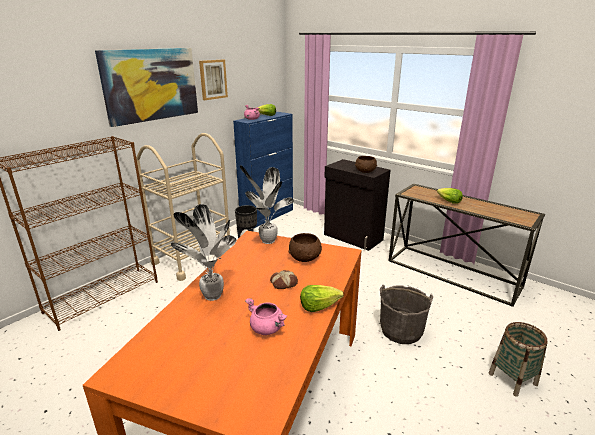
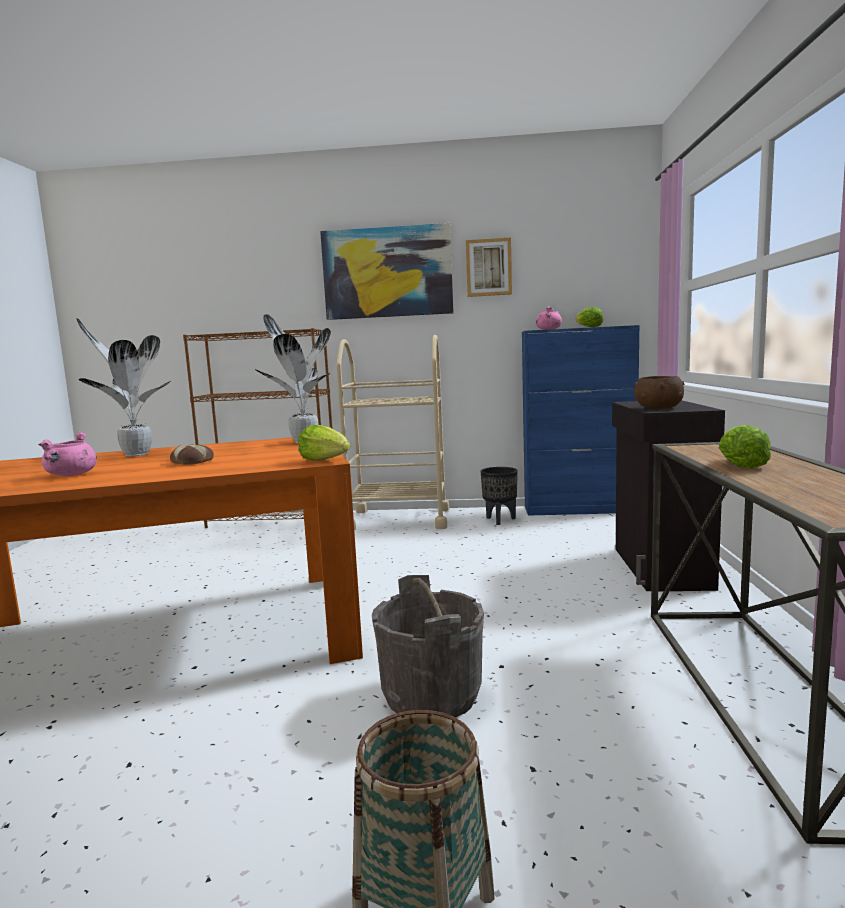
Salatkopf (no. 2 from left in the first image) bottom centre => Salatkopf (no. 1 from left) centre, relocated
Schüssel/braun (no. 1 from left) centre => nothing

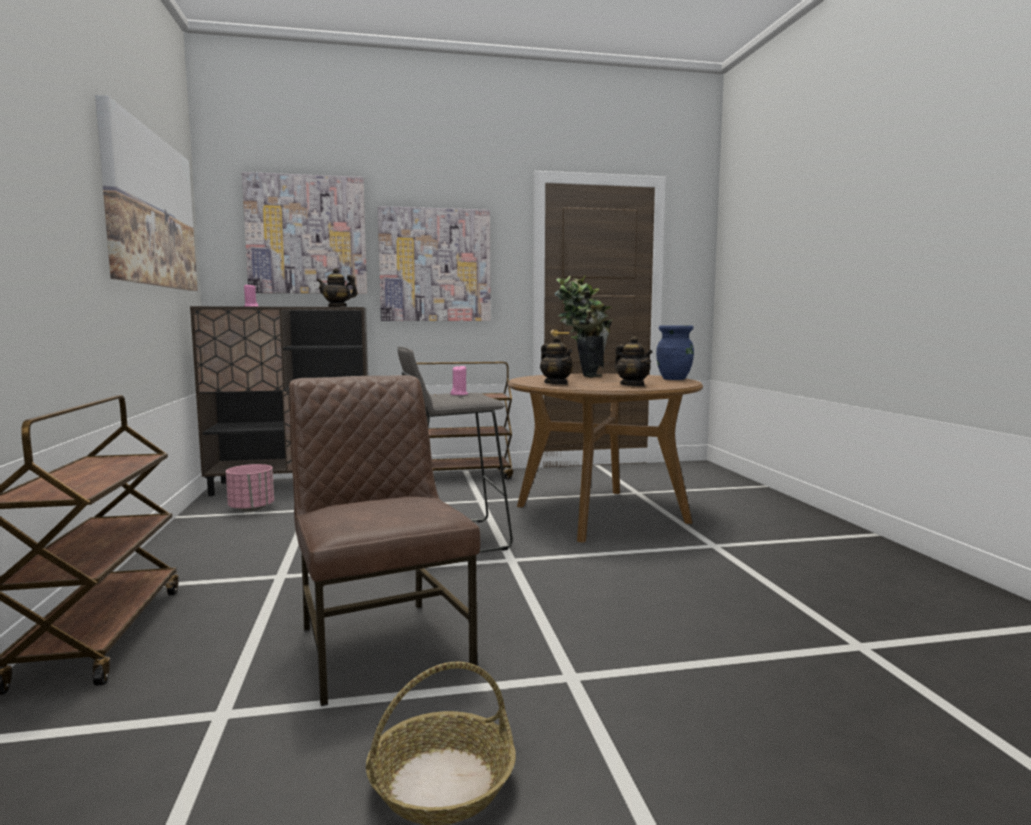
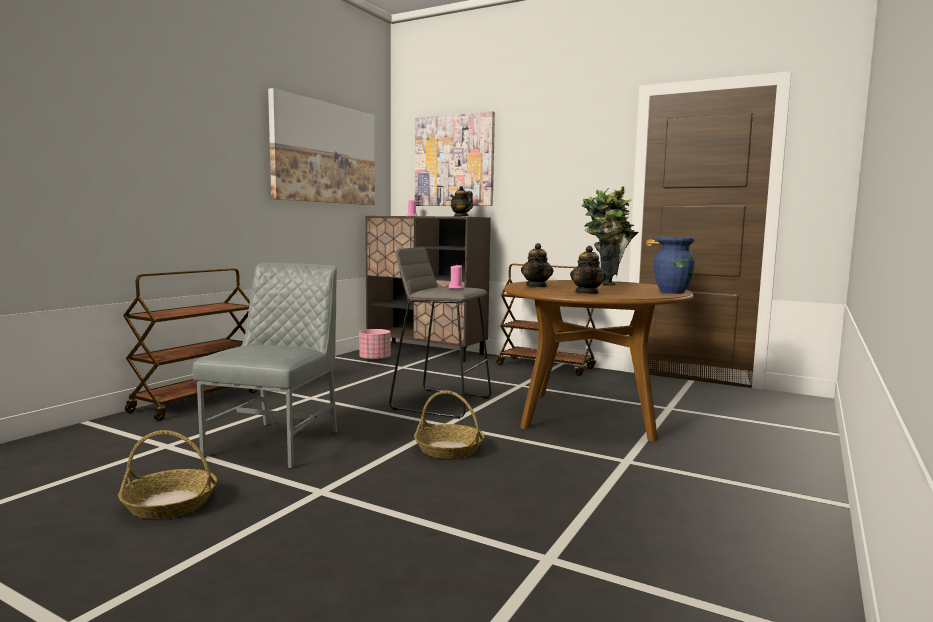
Stuhl/braun centre => Stuhl/grau middle left
nothing => Korb (no. 2 from left) bottom centre
Bild (no. 3 from left) top centre => nothing

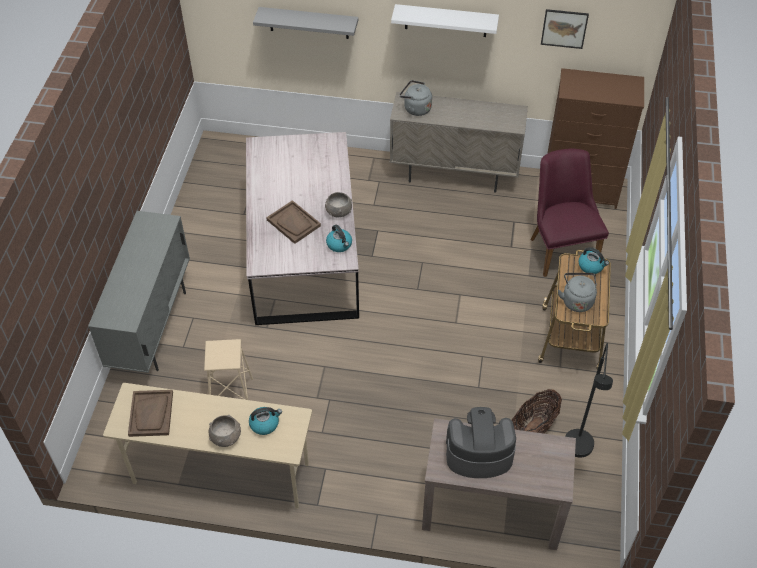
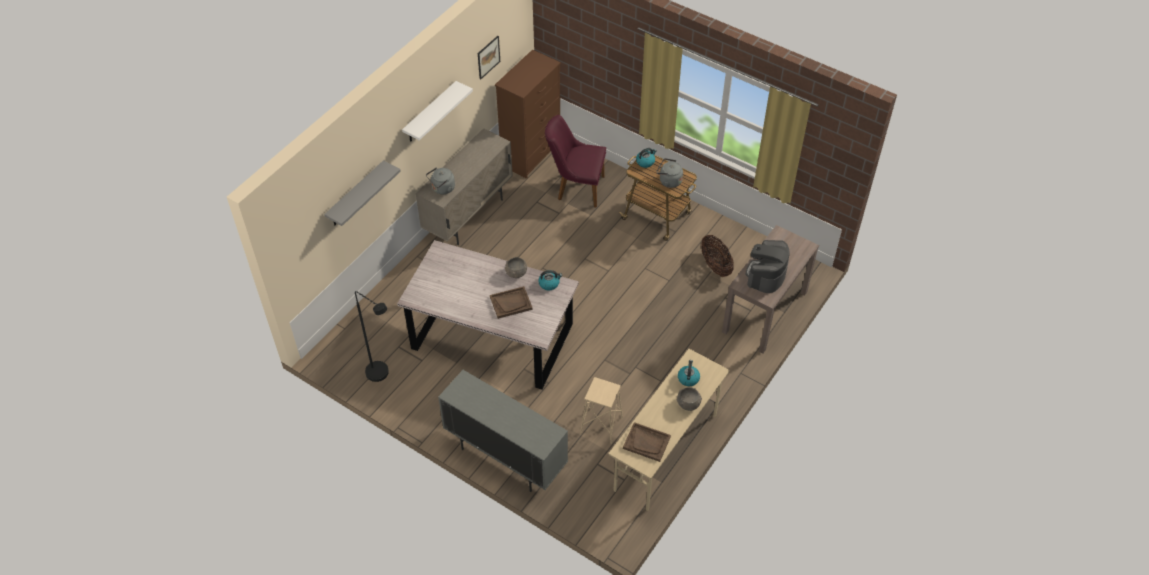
Stehlampe/schwarz bottom right => Stehlampe/schwarz middle left, relocated

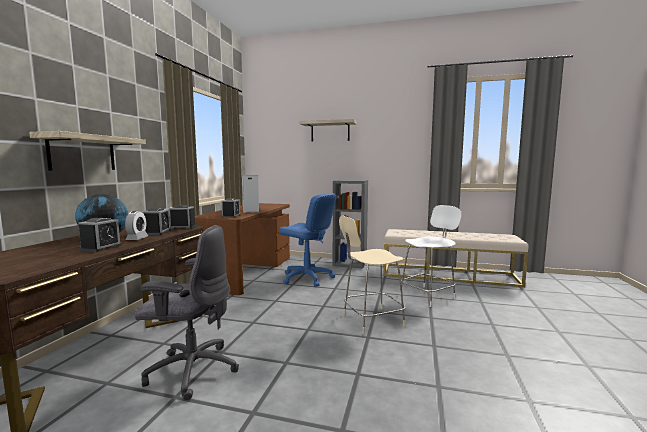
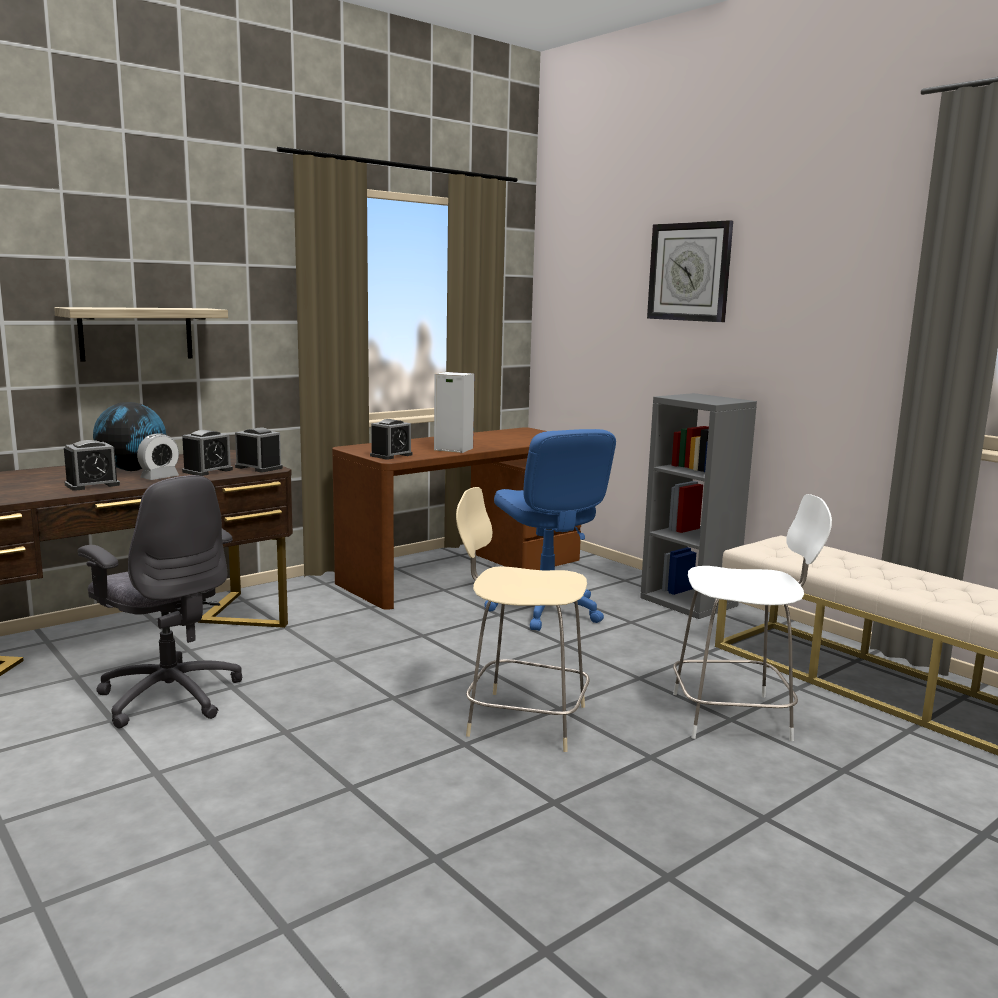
Wandregal (no. 2 from left) top centre => Wanduhr top right

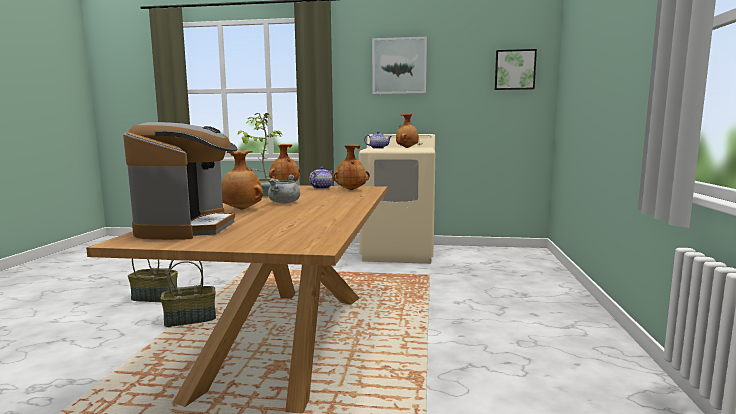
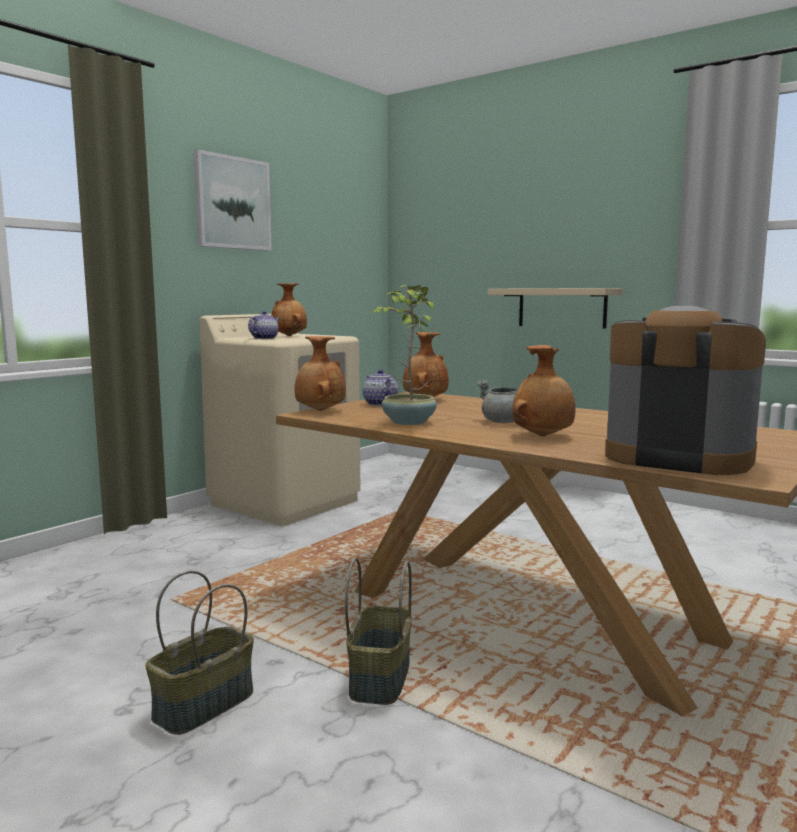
nothing => Wandregal/beige middle right
Bild (no. 2 from left) top right => nothing

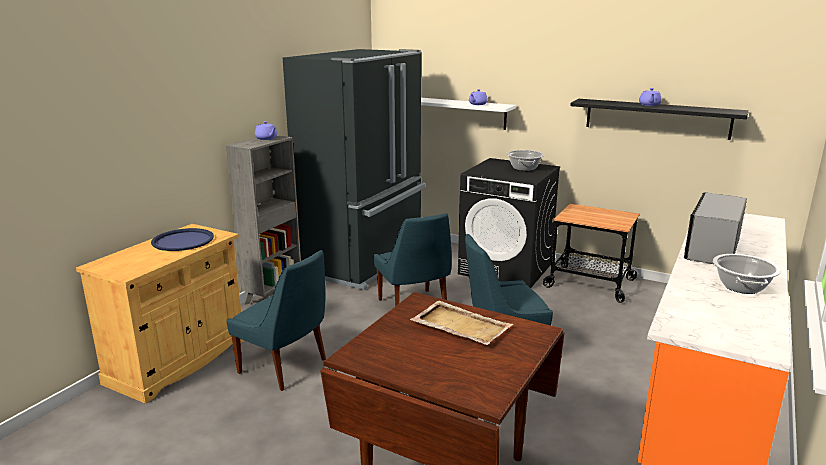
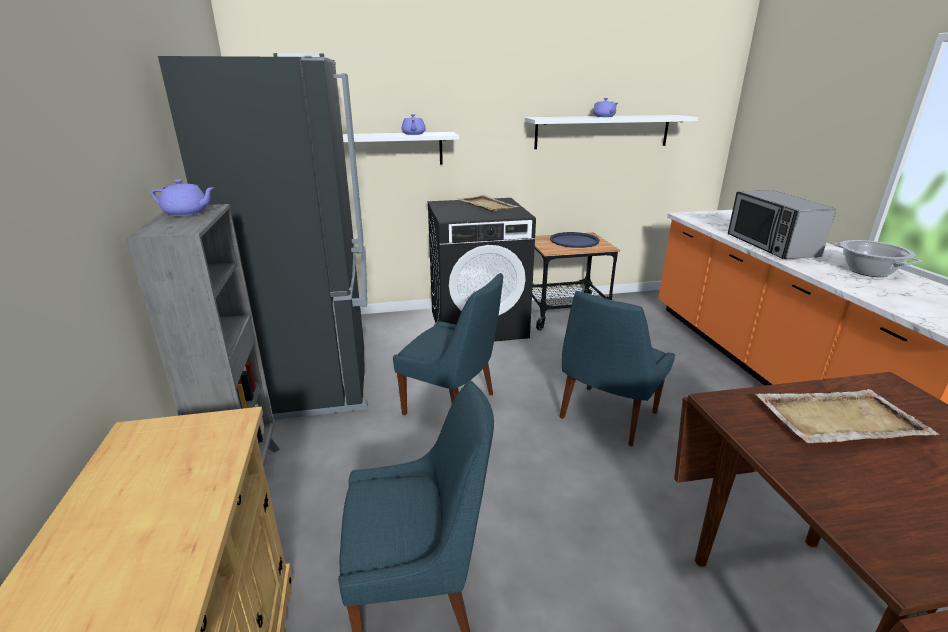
Kochtopf (no. 1 from left) centre => Tablett/beige (no. 1 from left) top centre
Wandregal/schwarz top right => Wandregal/weiß (no. 2 from left) top centre
Tablett/blau middle left => Tablett/blau centre, relocated

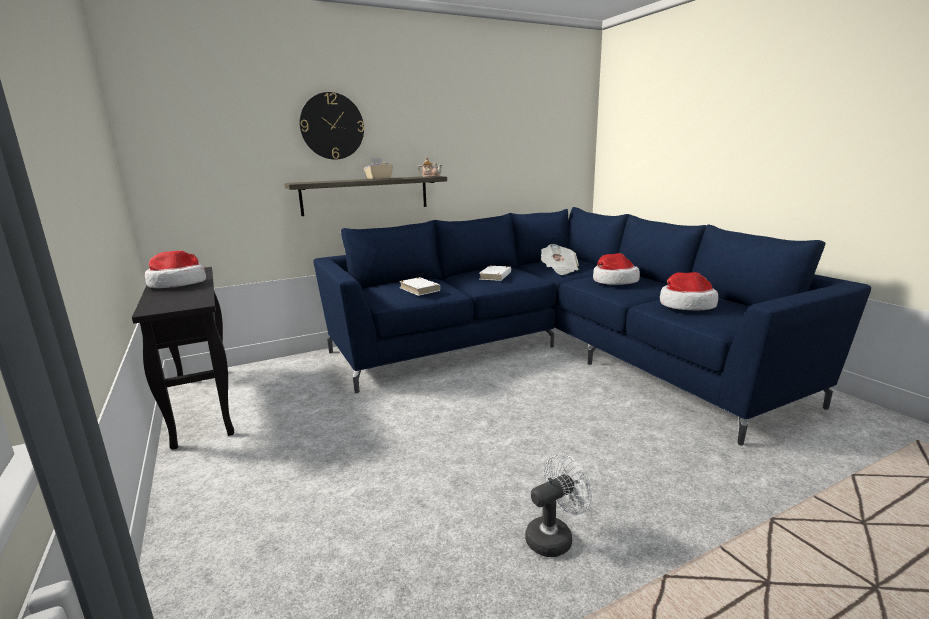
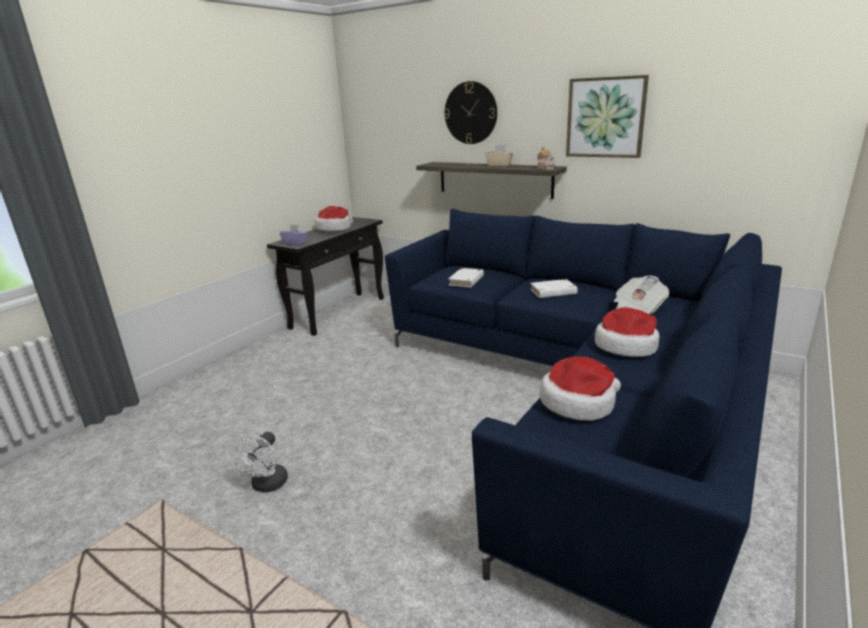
Ventilator/weiß bottom centre => Ventilator/weiß bottom left, 75 degrees clockwise
nothing => Taschentuchbox/lila centre
nothing => Bild top right

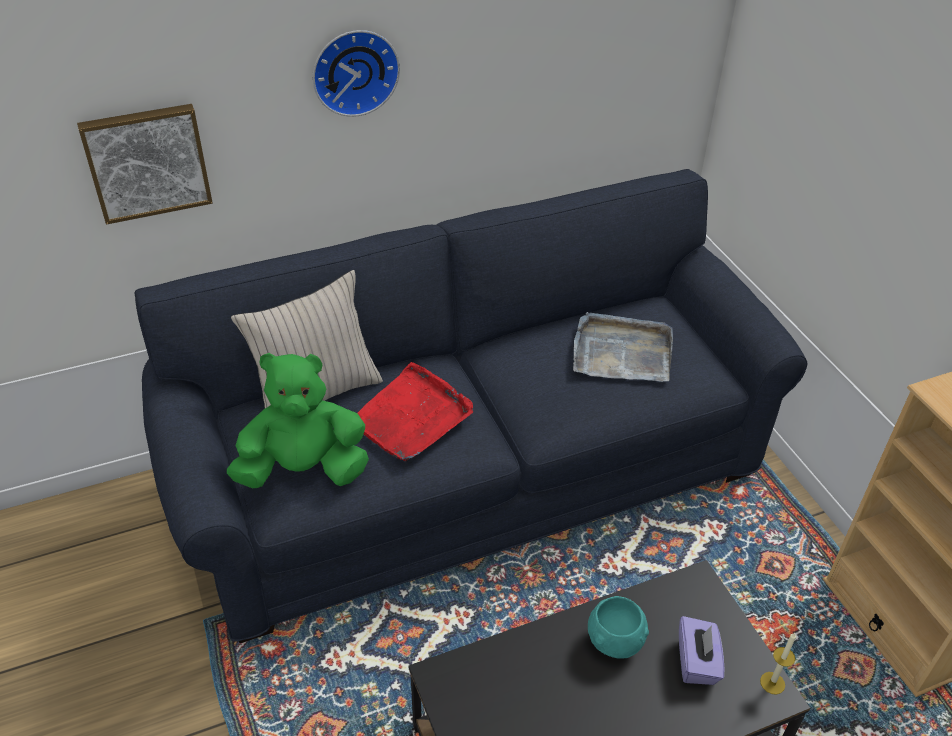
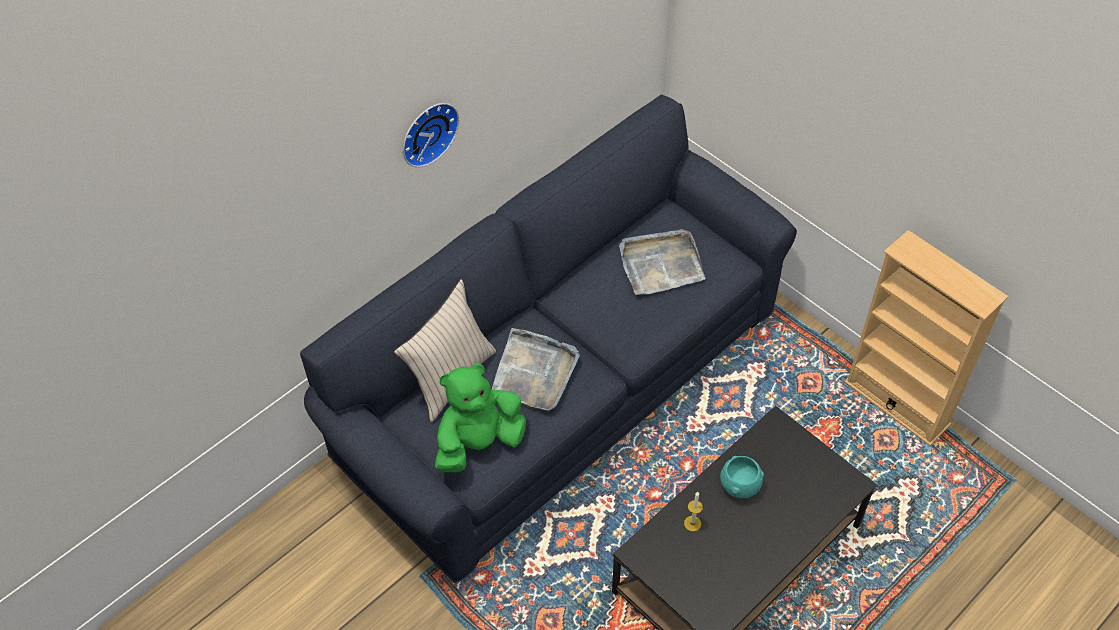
Tablett/rot centre => Tablett/grau (no. 1 from left) centre
Kerze bottom right => Kerze bottom centre, relocated
Bild top left => nothing
Taschentuchbox/lila bottom right => nothing

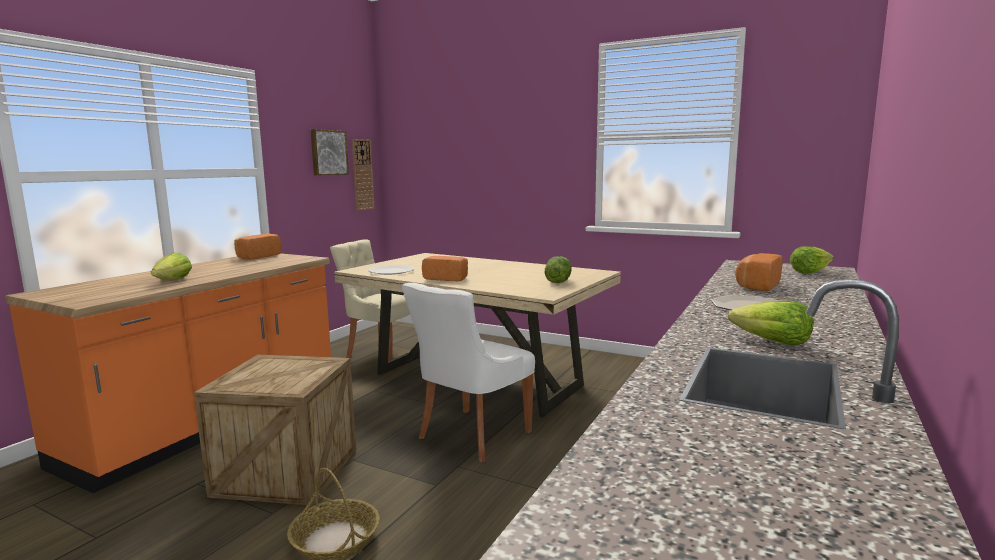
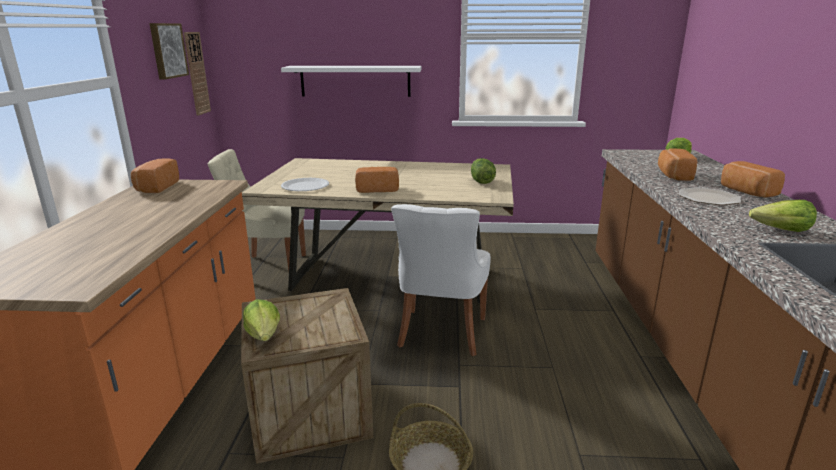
Salatkopf (no. 1 from left) middle left => Salatkopf (no. 1 from left) bottom left, relocated
nothing => Wandregal/weiß top centre
nothing => Brot (no. 4 from left) middle right

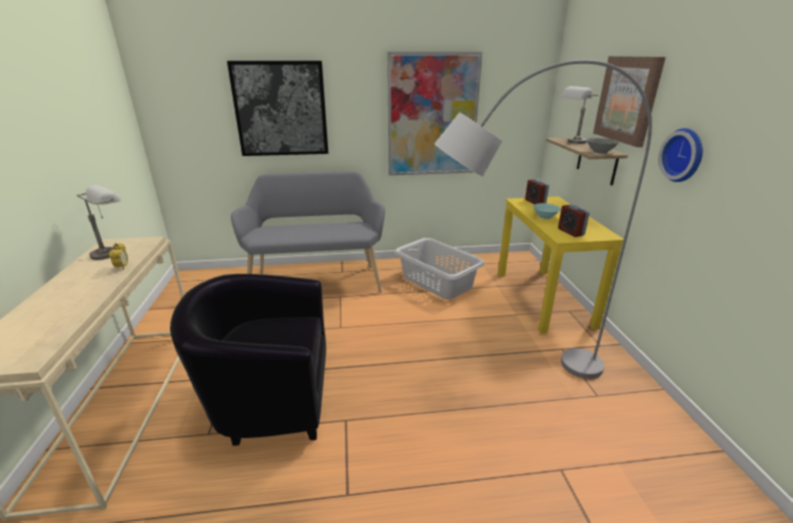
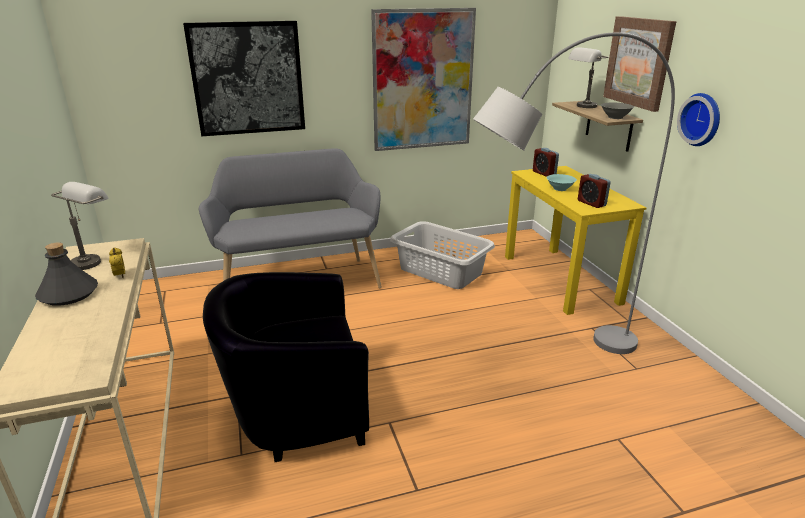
nothing => Flasche/grau middle left

